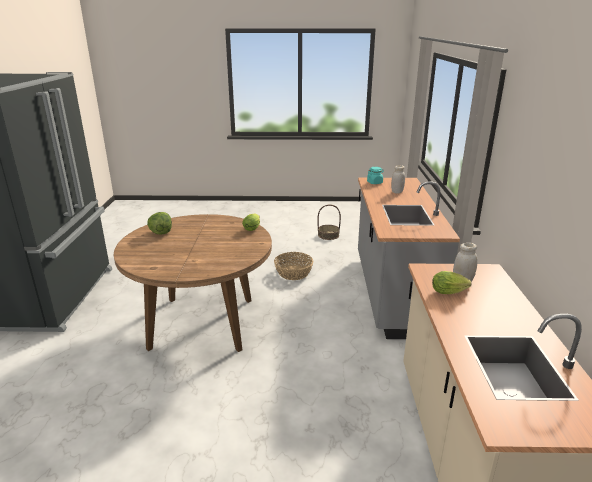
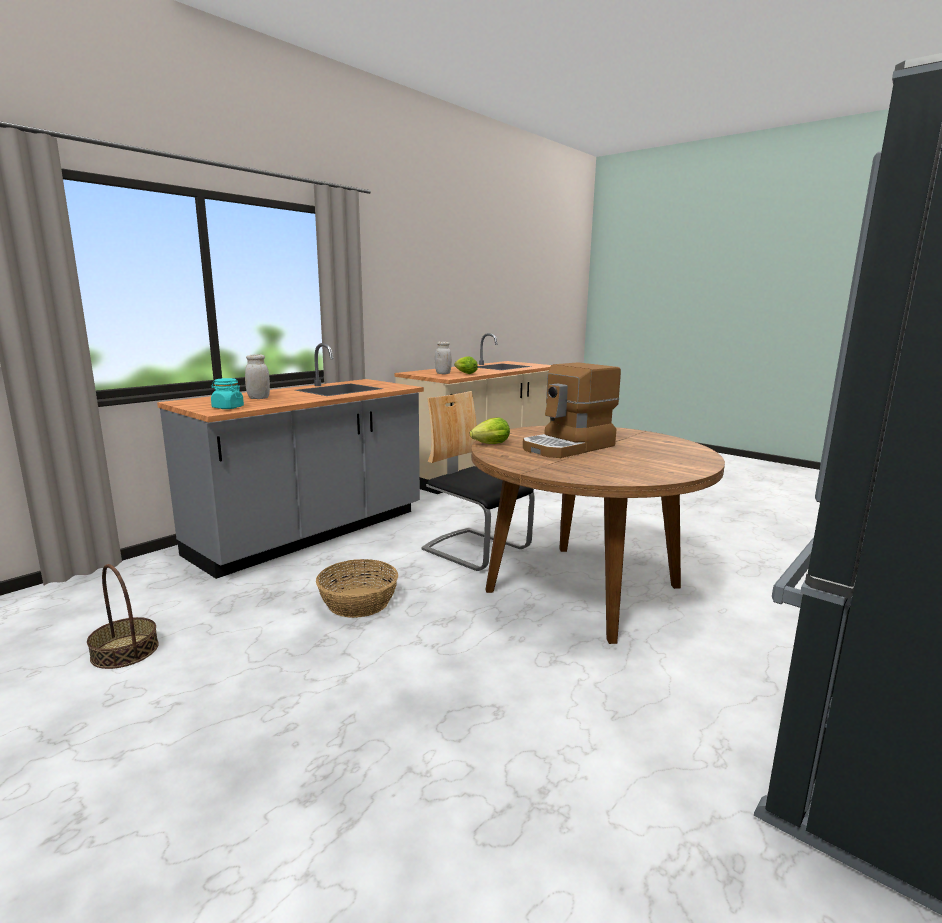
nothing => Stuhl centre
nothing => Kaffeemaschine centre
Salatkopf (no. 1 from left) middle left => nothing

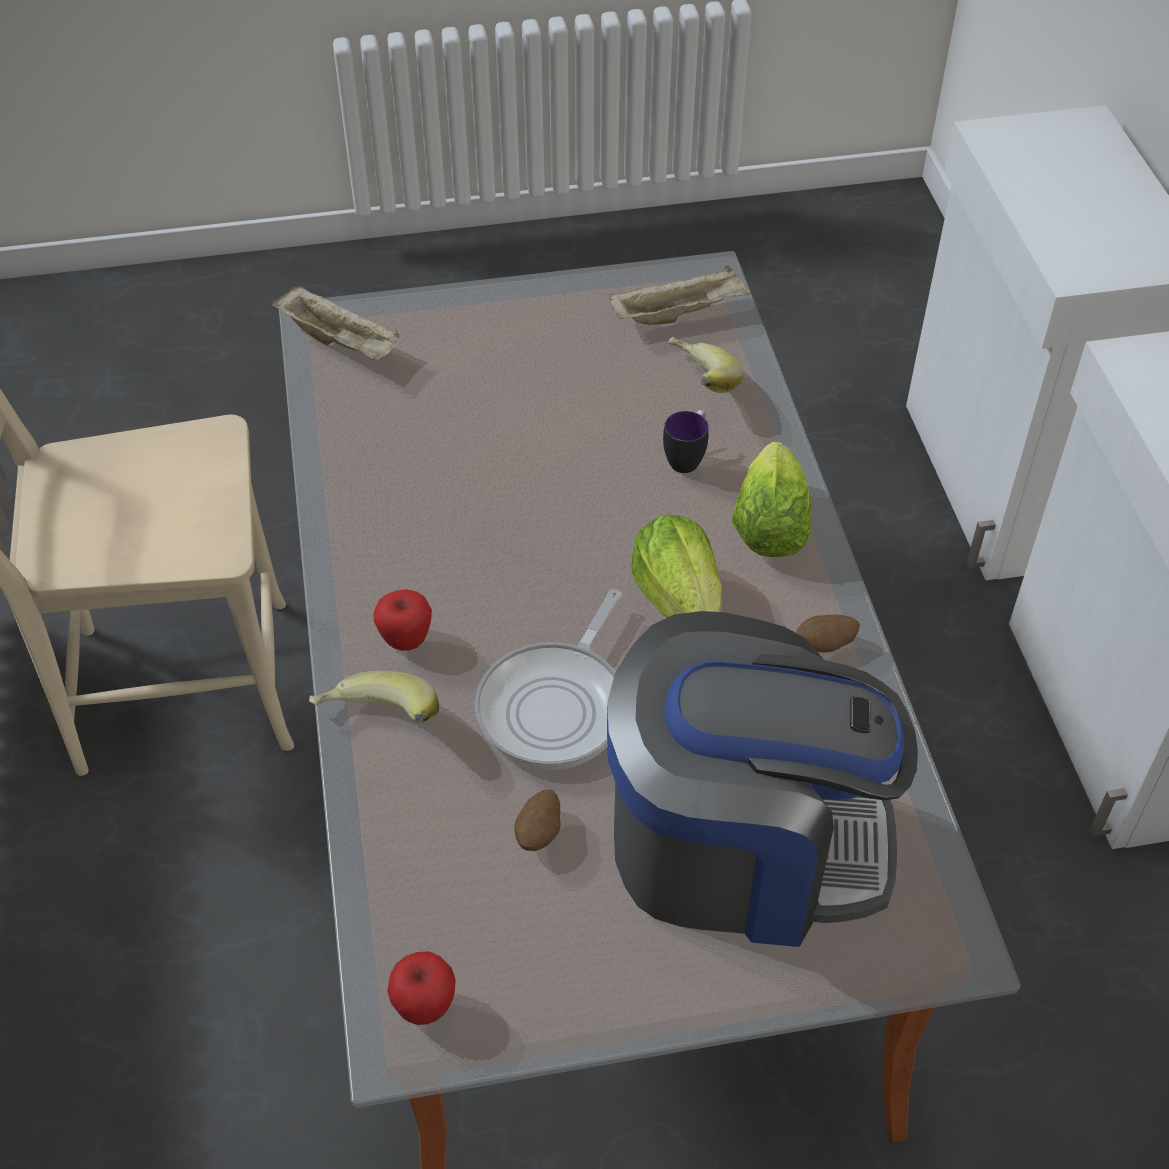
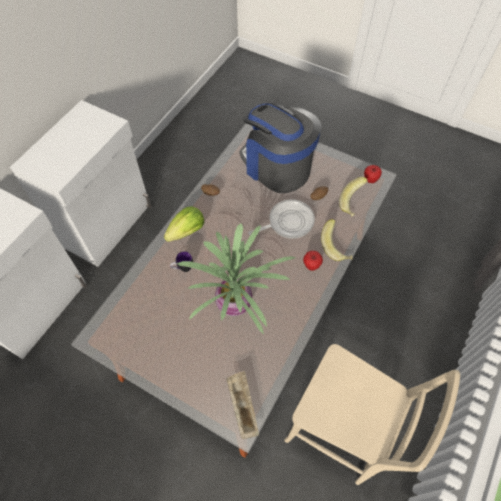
nothing => Topfpflanze centre
Banane (no. 2 from left) top centre => Banane (no. 2 from left) middle right, relocated
Tablett/beige (no. 2 from left) top centre => nothing
Salatkopf (no. 1 from left) centre => nothing

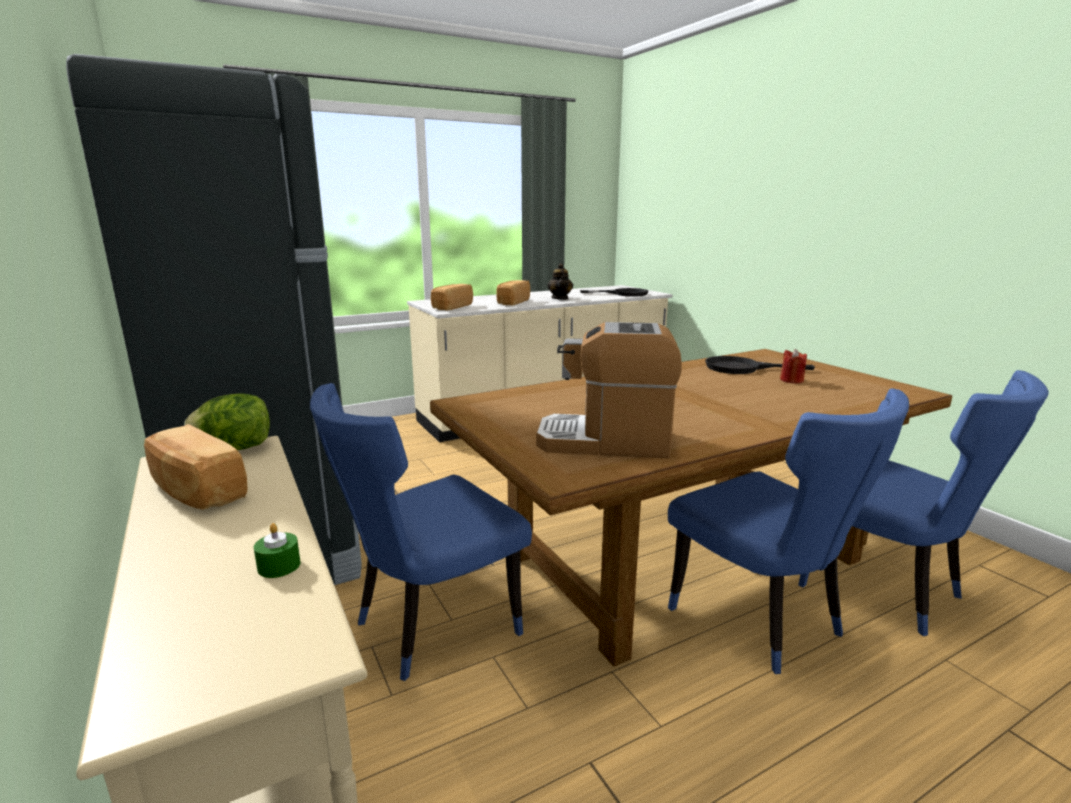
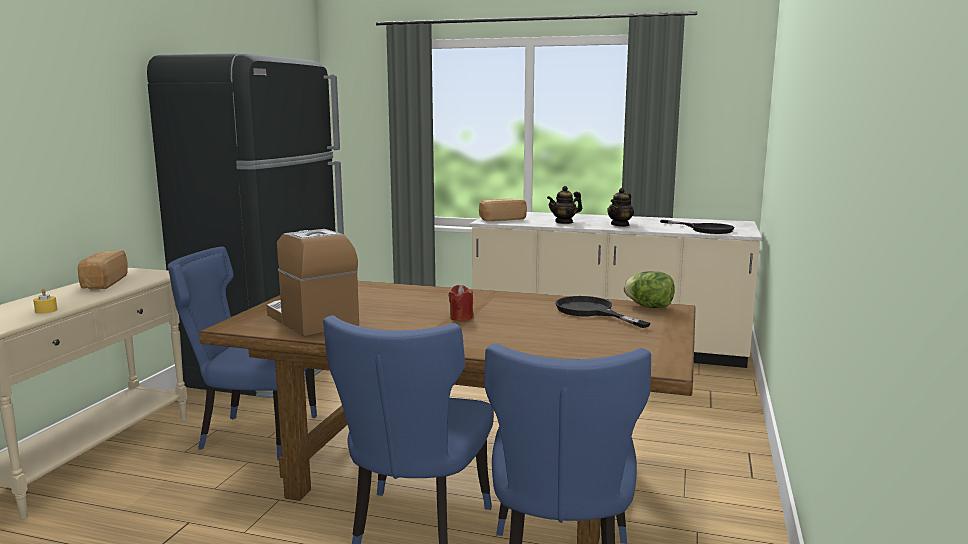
Kerze/grün bottom left => Kerze/gelb middle left
Kerze/rot middle right => Kerze/rot centre, relocated
Brot (no. 3 from left) centre => Teekanne (no. 1 from left) centre
Salatkopf middle left => Salatkopf middle right, relocated

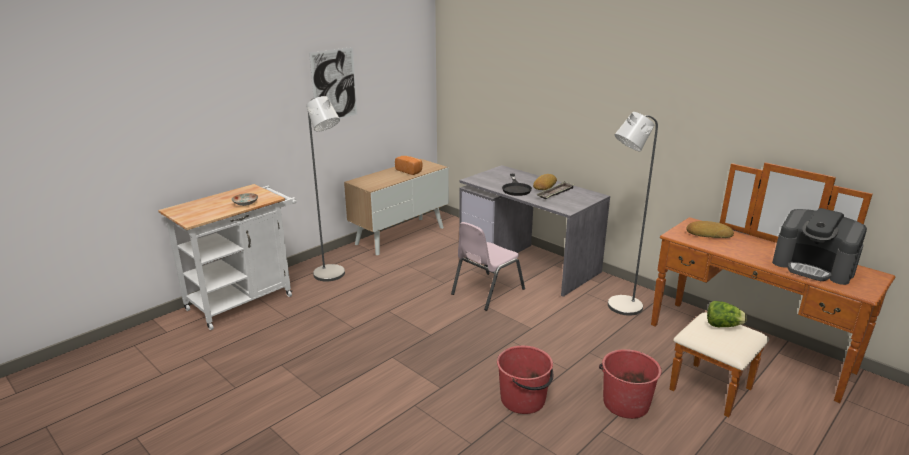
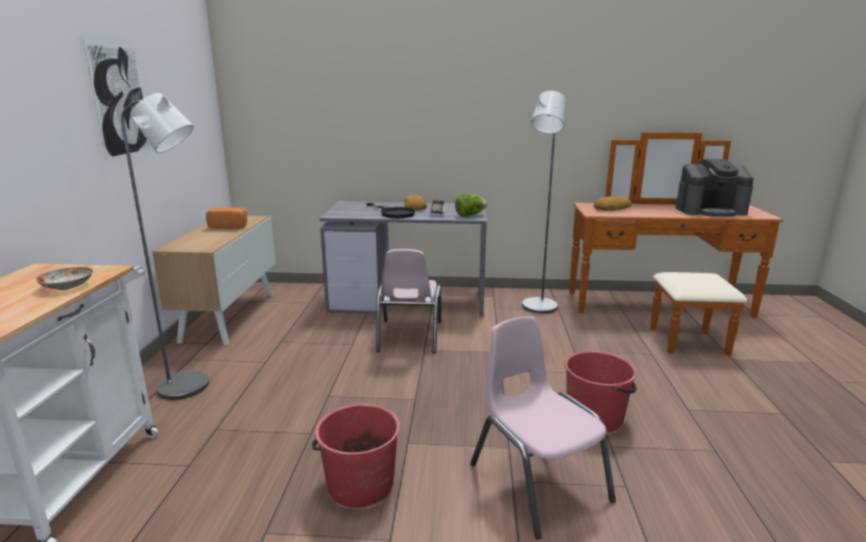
Eimer/rot (no. 2 from left in the first image) bottom right => Eimer/rot (no. 1 from left) bottom centre, relocated
Salatkopf bottom right => Salatkopf centre, relocated
nothing => Stuhl/rosa (no. 2 from left) bottom centre

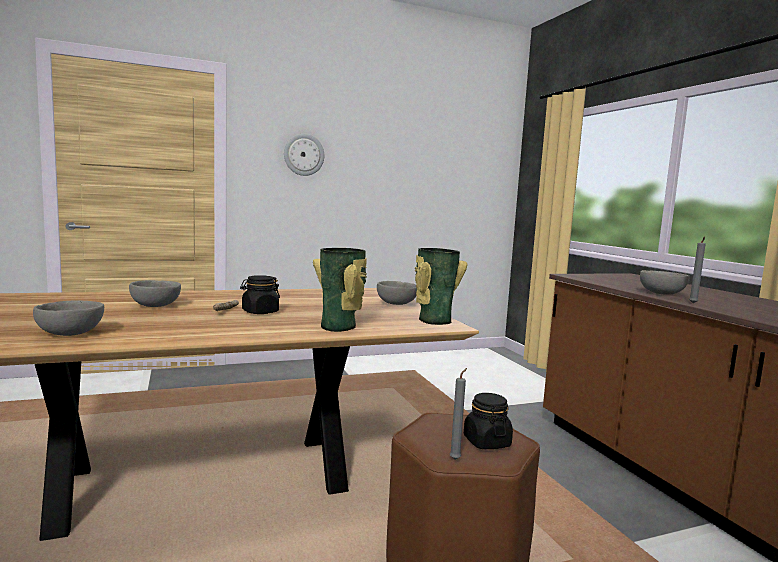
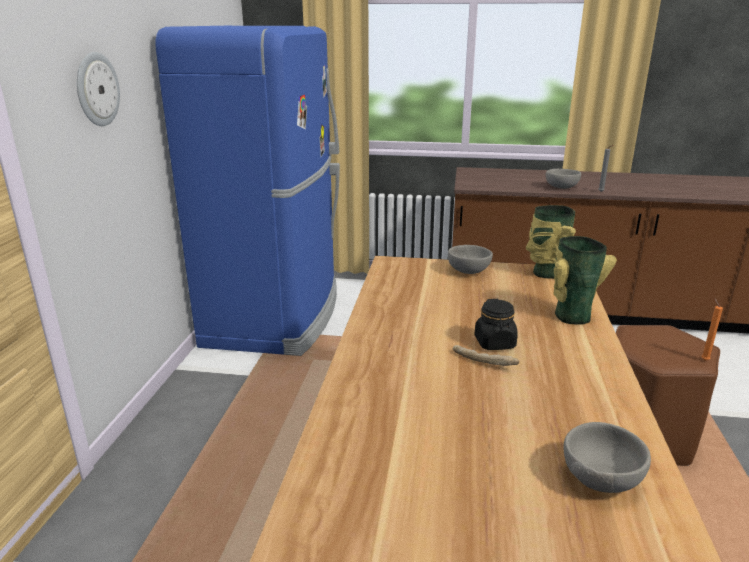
nothing => Kühlschrank/blau middle left
Kerze/grau (no. 1 from left) bottom centre => Kerze/orange middle right
Schüssel/grau (no. 2 from left) middle left => nothing
Vorratsglas/schwarz (no. 2 from left) bottom centre => nothing

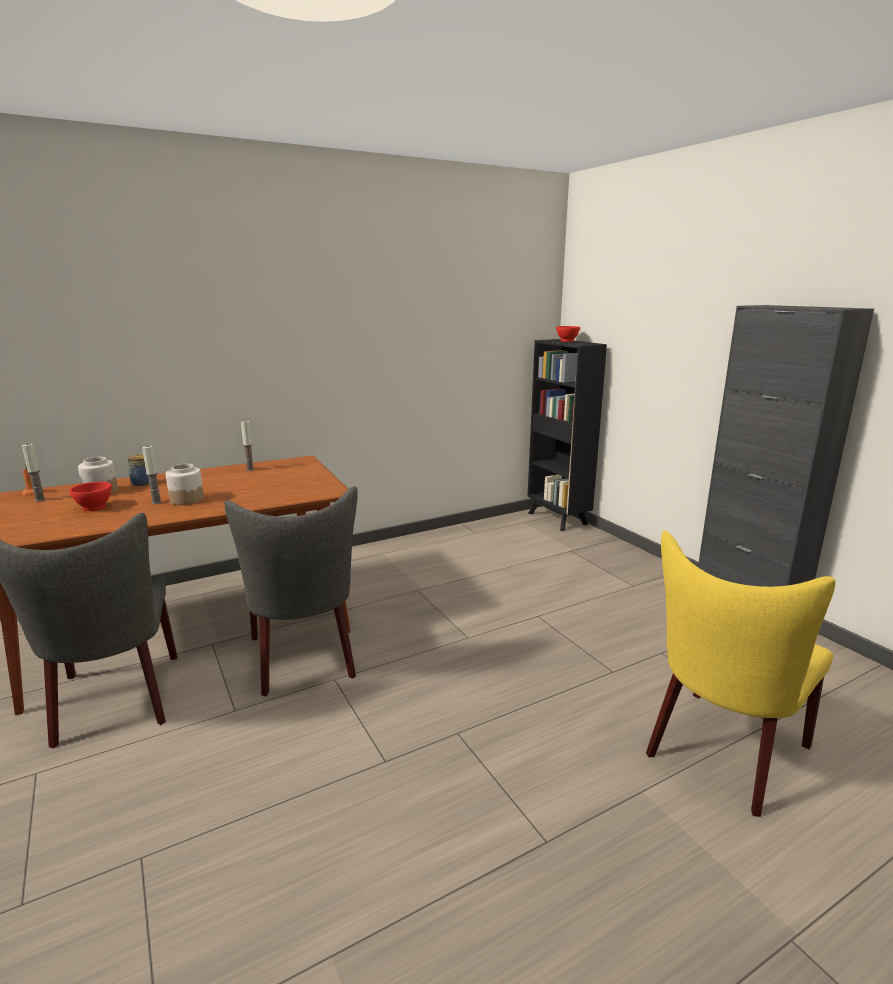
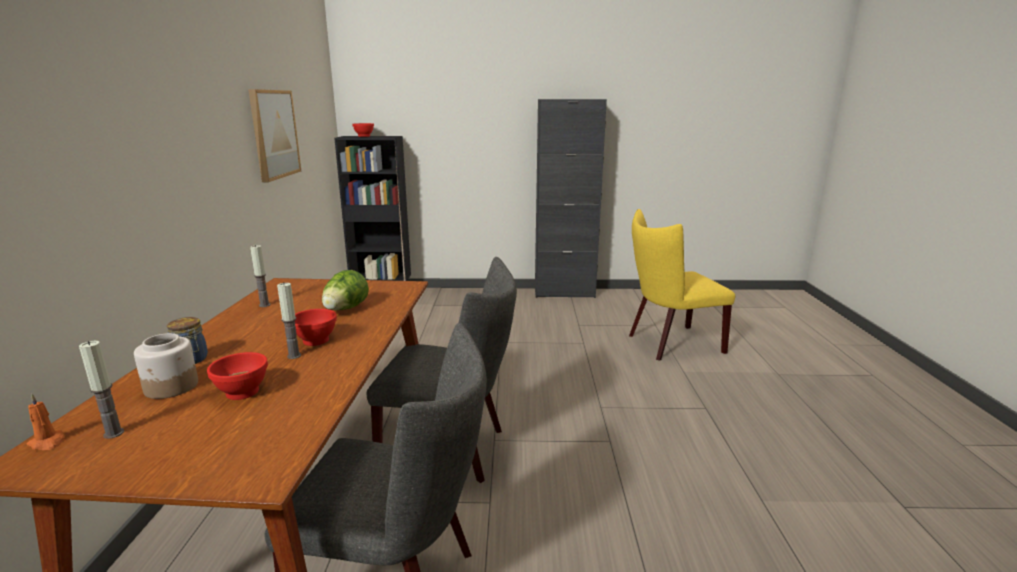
nothing => Bild top left
Vorratsglas (no. 3 from left) middle left => Schüssel/rot (no. 2 from left) middle left
nothing => Salatkopf centre
Stuhl/gelb bottom right => Stuhl/gelb middle right, 90 degrees clockwise

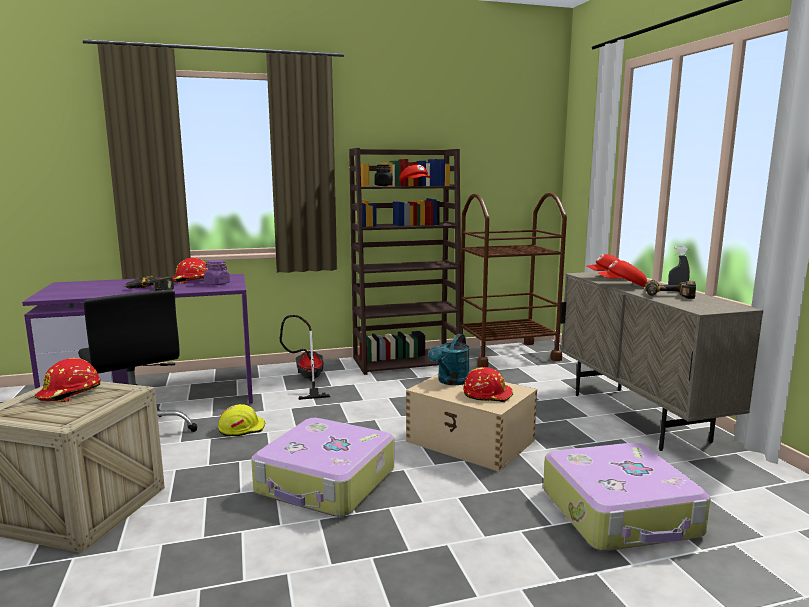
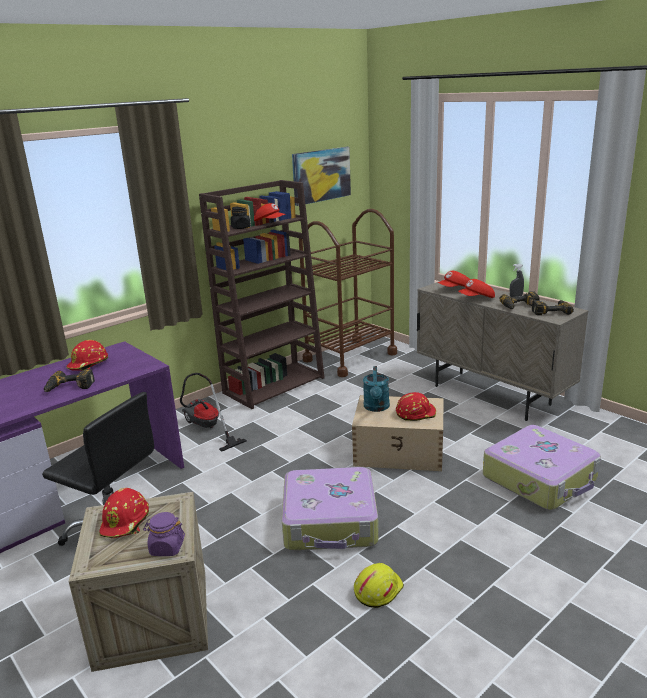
Vorratsglas/lila middle left => Vorratsglas/lila bottom left, relocated
nothing => Bild top centre
Schutzhelm/gelb bottom left => Schutzhelm/gelb bottom centre, relocated
nothing => Bohrmaschine (no. 3 from left) middle right

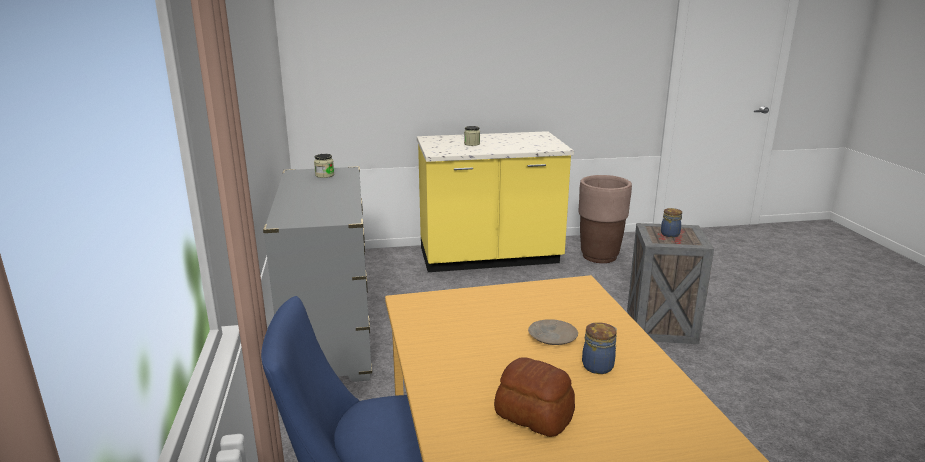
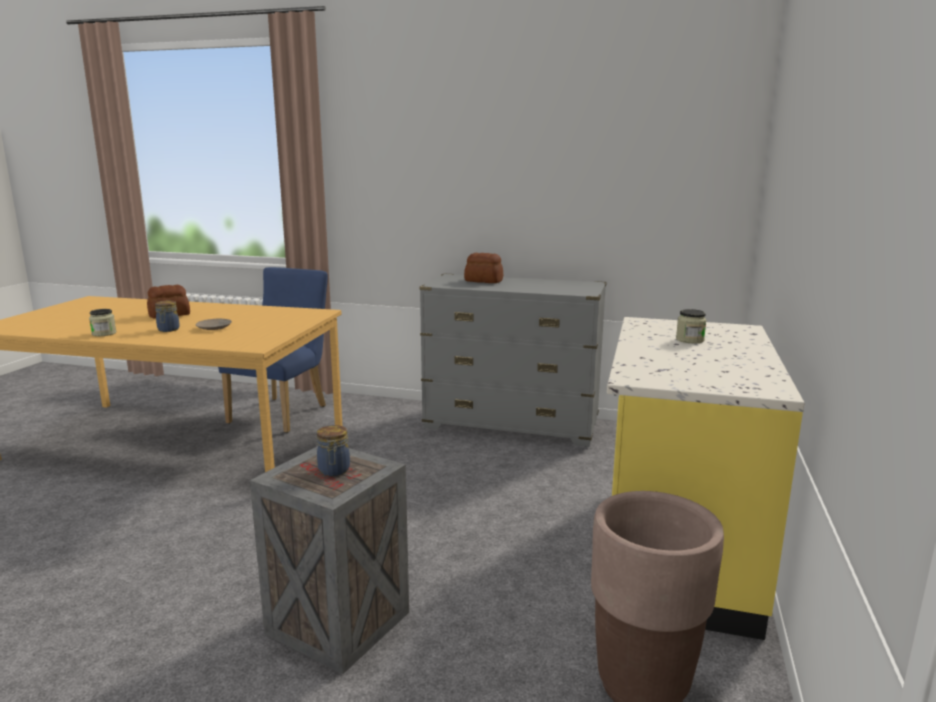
Vorratsglas (no. 1 from left) centre => Vorratsglas (no. 1 from left) middle left, relocated
nothing => Brot (no. 2 from left) centre

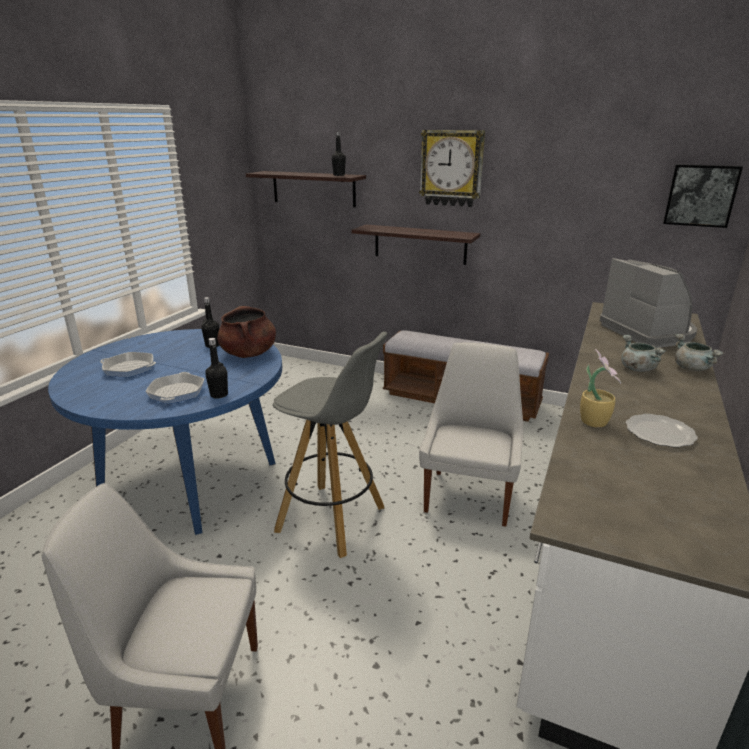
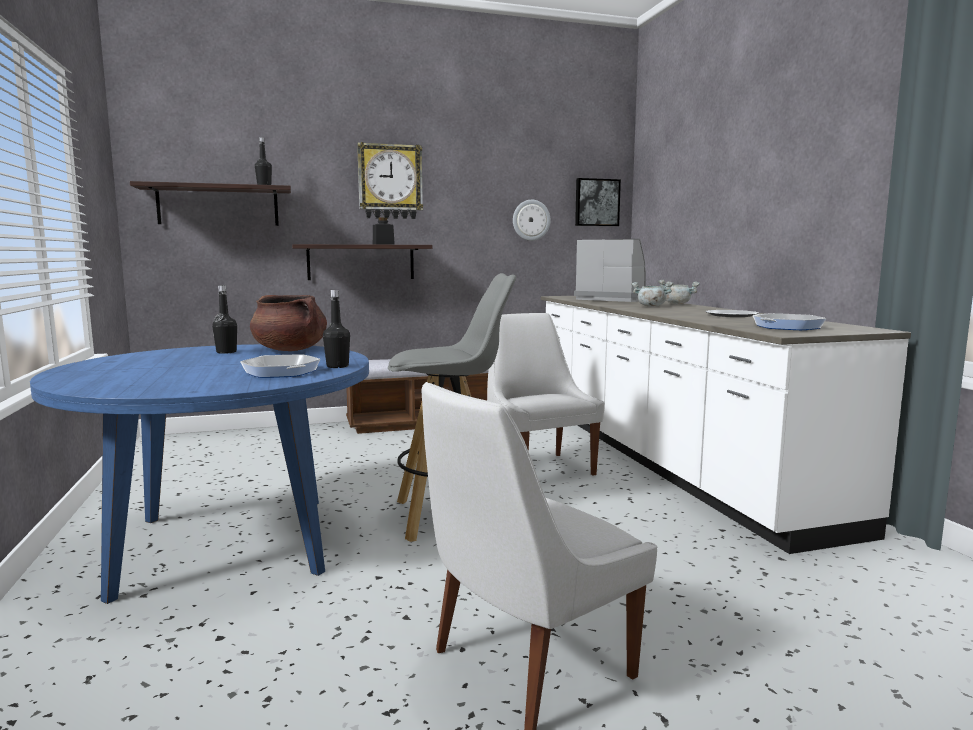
nothing => Vorratsglas/schwarz top centre
nothing => Wanduhr (no. 2 from left) top centre
Pfanne (no. 1 from left in the first image) middle left => Pfanne (no. 2 from left) middle right, relocated
Topfpflanze middle right => nothing

